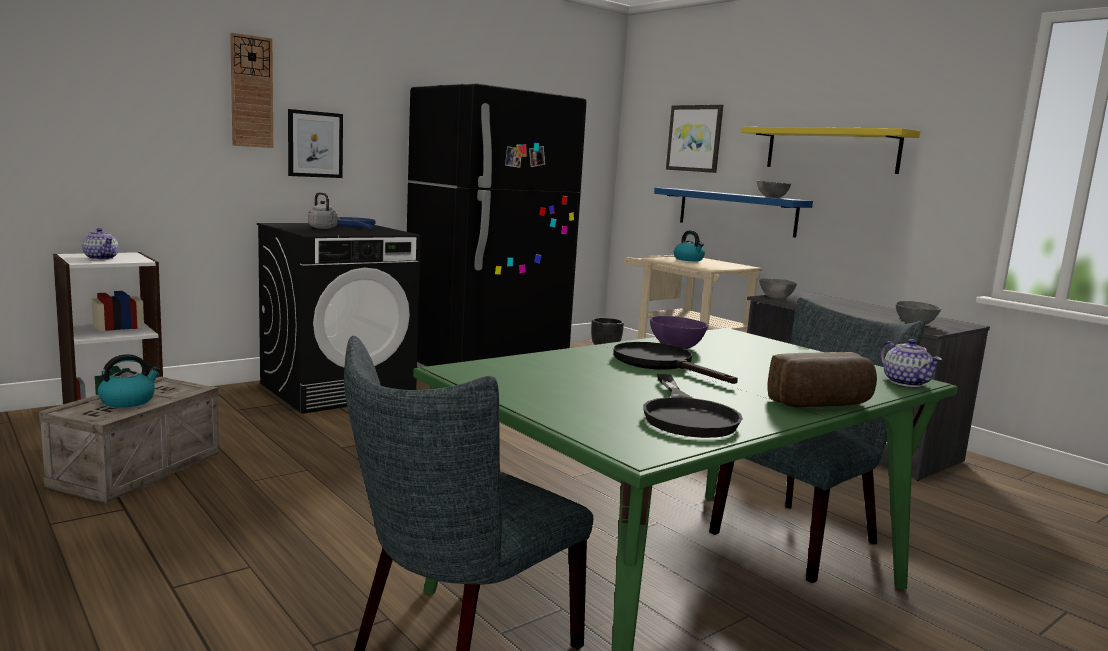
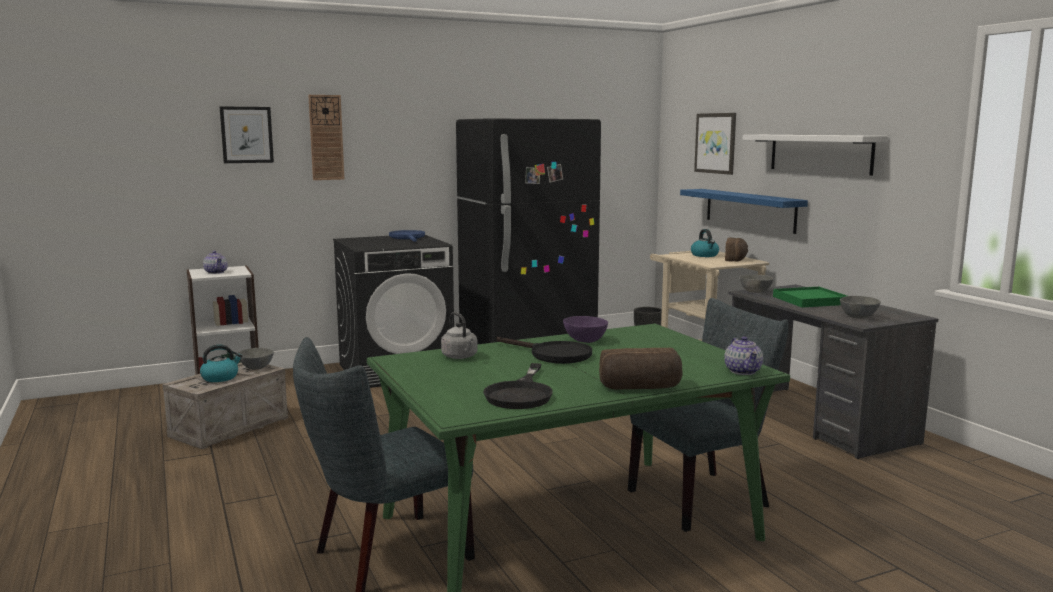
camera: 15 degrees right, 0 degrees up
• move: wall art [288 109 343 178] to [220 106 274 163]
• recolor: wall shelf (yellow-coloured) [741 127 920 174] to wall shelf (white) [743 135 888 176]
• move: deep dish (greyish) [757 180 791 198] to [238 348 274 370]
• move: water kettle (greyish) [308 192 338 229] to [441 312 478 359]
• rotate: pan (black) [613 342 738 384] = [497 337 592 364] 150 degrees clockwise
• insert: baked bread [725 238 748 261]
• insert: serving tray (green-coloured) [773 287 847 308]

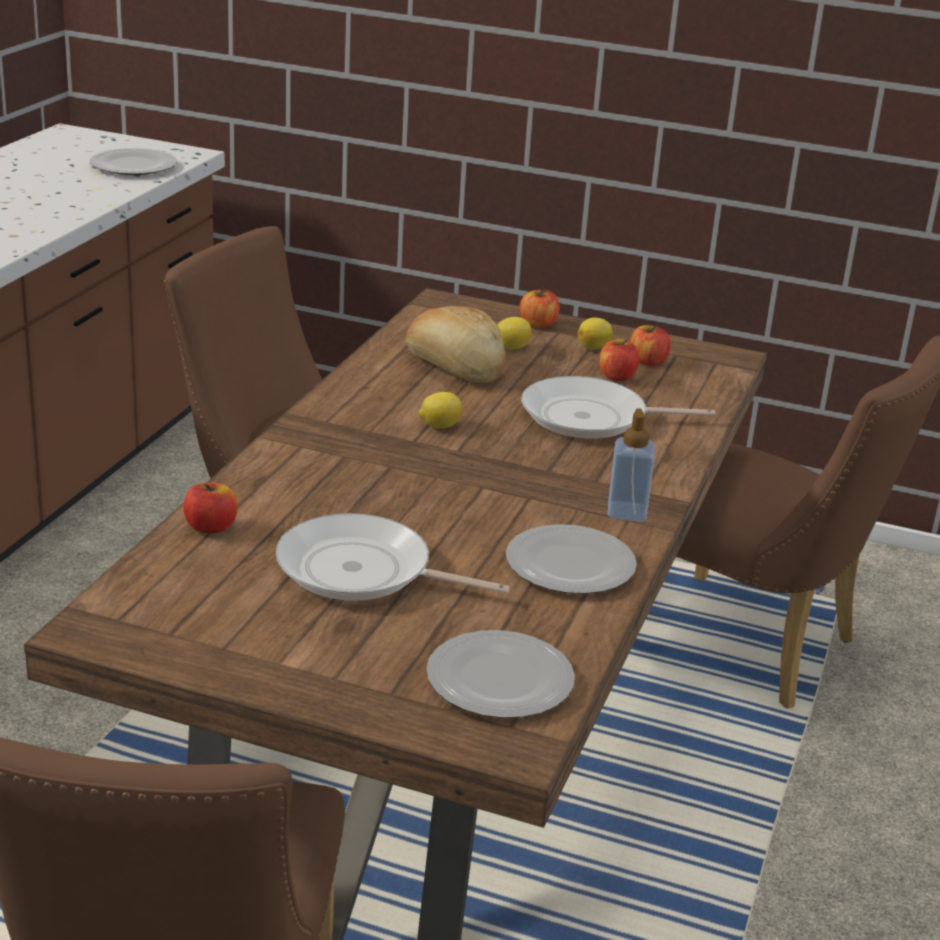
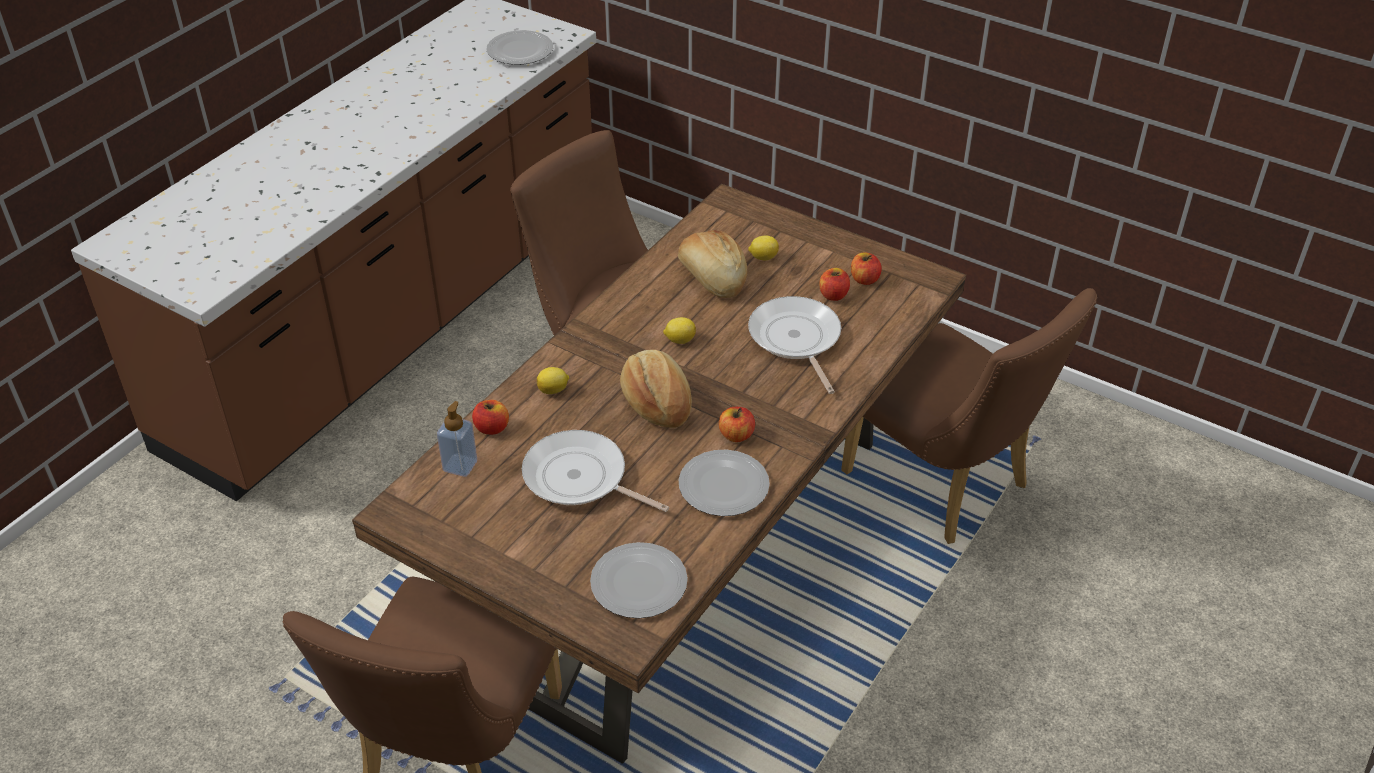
camera: 15 degrees right, 15 degrees up
• move: whole apple [520 287 560 328] to [719 407 755 442]
• move: lemon [578 318 613 350] to [537 367 569 394]
• rotate: pan [521 376 715 439] = [748 296 841 394] 60 degrees clockwise
• move: soap bottle [608 408 655 522] to [437 401 477 477]
• insert: baked bread [620 350 692 428]

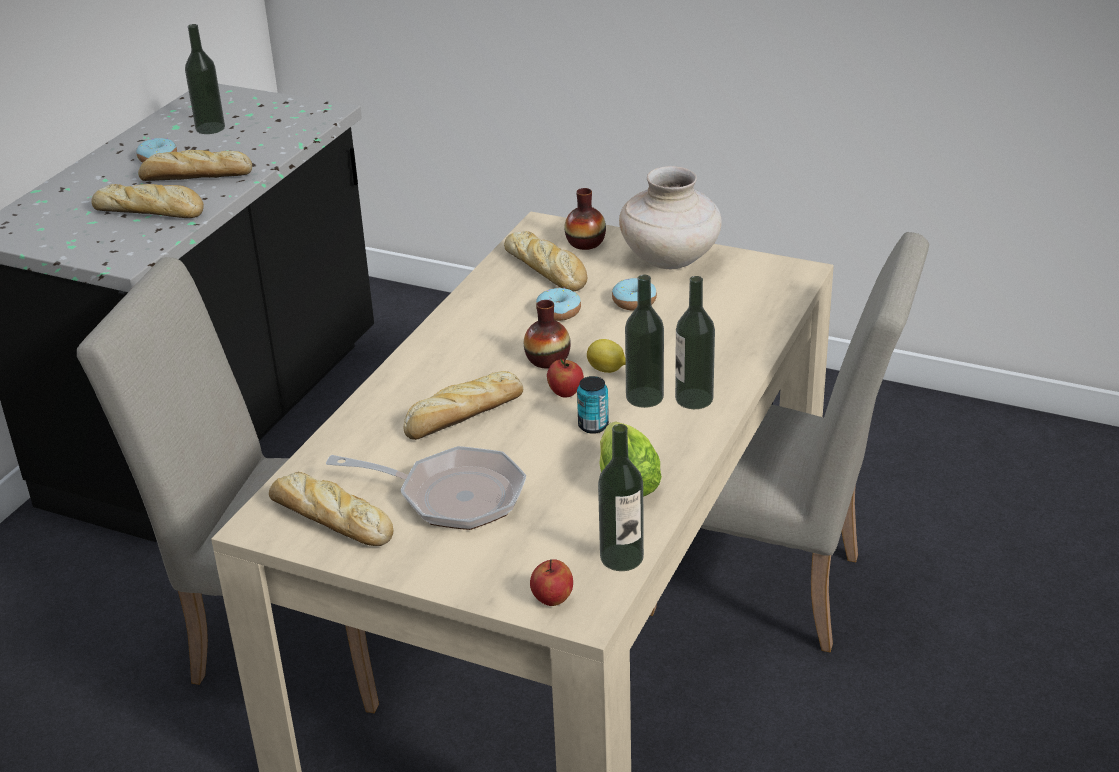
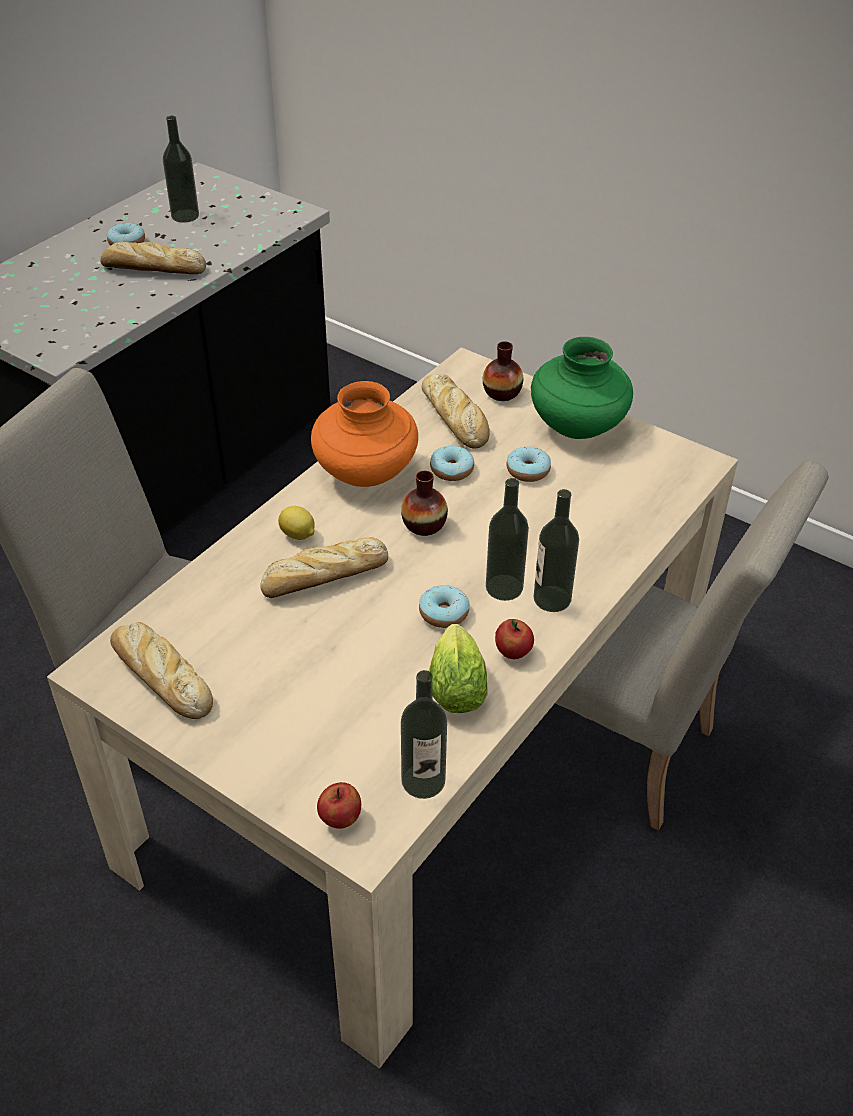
camera: 10 degrees right, 10 degrees up
• recolor: vase (beige-coloured) [619 166 722 269] to vase (green-coloured) [531 337 633 439]
• delete: baked bread [91 184 204 218]
• move: lemon [587 339 625 373] to [278 506 315 540]
• move: whole apple [547 358 584 398] to [495 619 534 659]
• replace: metal can [577 376 609 434] to doughnut [419 585 470 628]
• delete: pan [326 446 526 530]
• insert: vase (orange-coloured) [311 381 418 487]

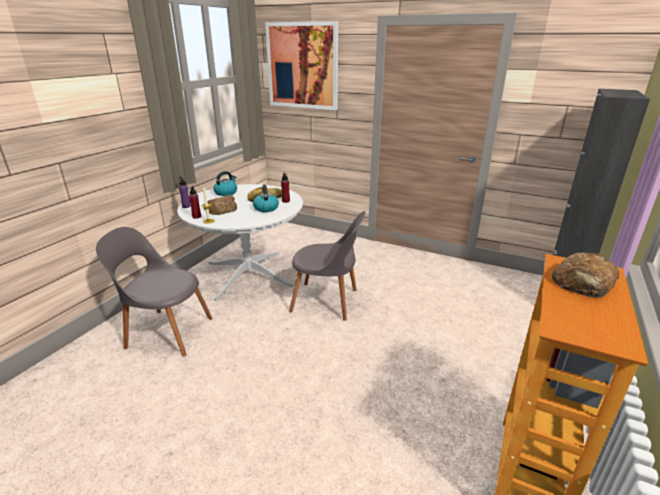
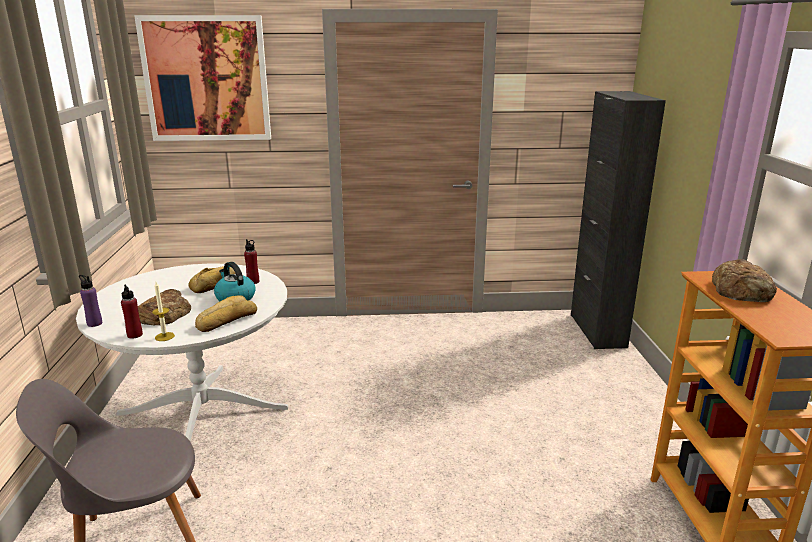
camera: 30 degrees left, 5 degrees down
• delete: water kettle [213 171 237 196]
• delete: upright chair (greyish) [289 211 366 321]
• insert: baked bread [195 295 257 332]

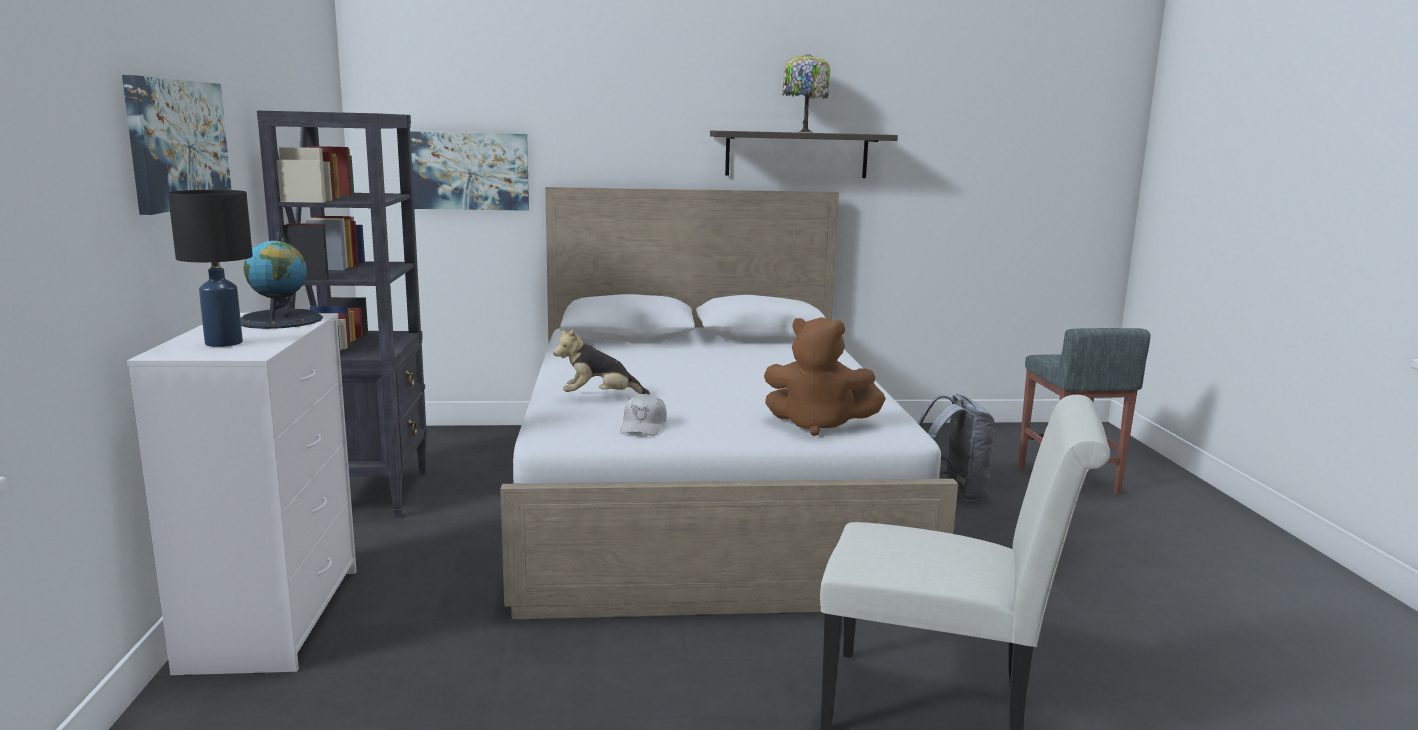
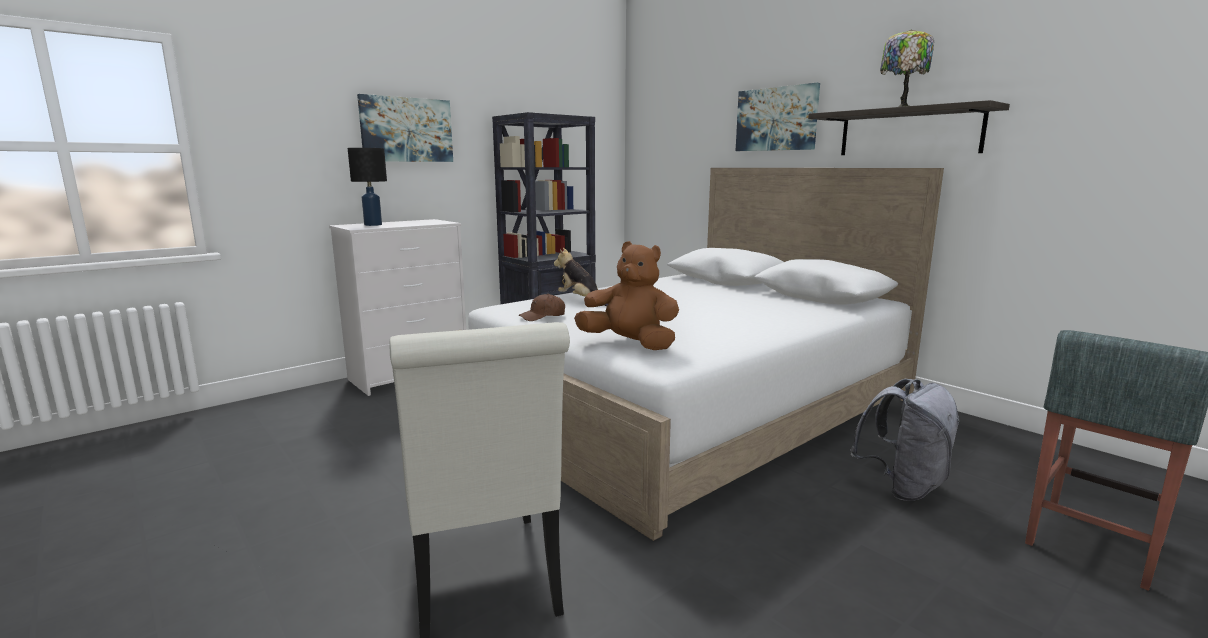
camera: 55 degrees right, 0 degrees up
• move: wall art [410 131 529 211] to [736 83 820 151]
• delete: desk globe [241 232 323 329]
• rotate: plush toy (brown-coloured) [764 317 886 436] = [574 241 679 350] 135 degrees clockwise
• recolor: baseball cap (white) [620 393 667 436] to baseball cap (brown-coloured) [519 293 565 321]

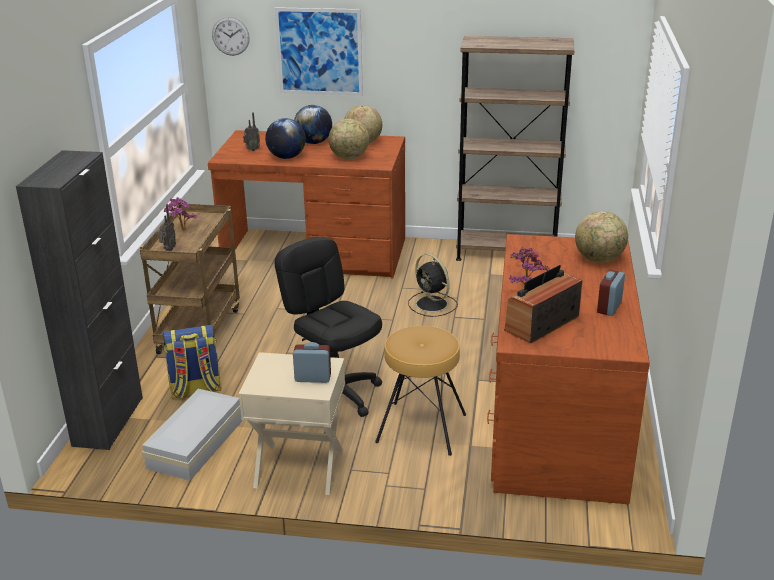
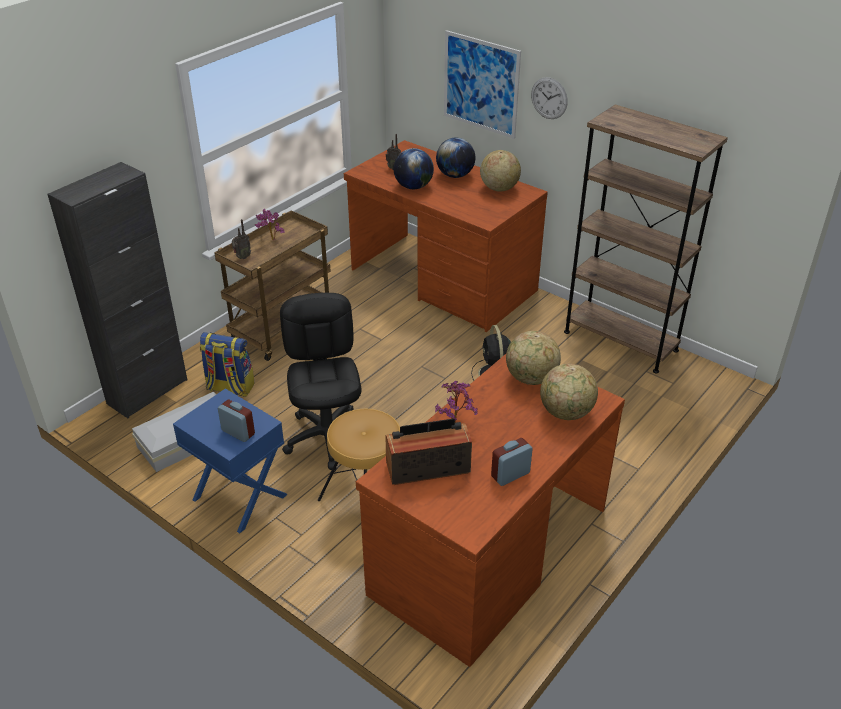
camera: 30 degrees right, 10 degrees up
• move: wall clock [212 17 250 56] to [531 77 568 119]
• move: desk globe [329 119 369 159] to [506 331 561 385]
• recolor: night table (beige-coloured) [239 352 345 495] to night table (blue) [173 388 288 534]

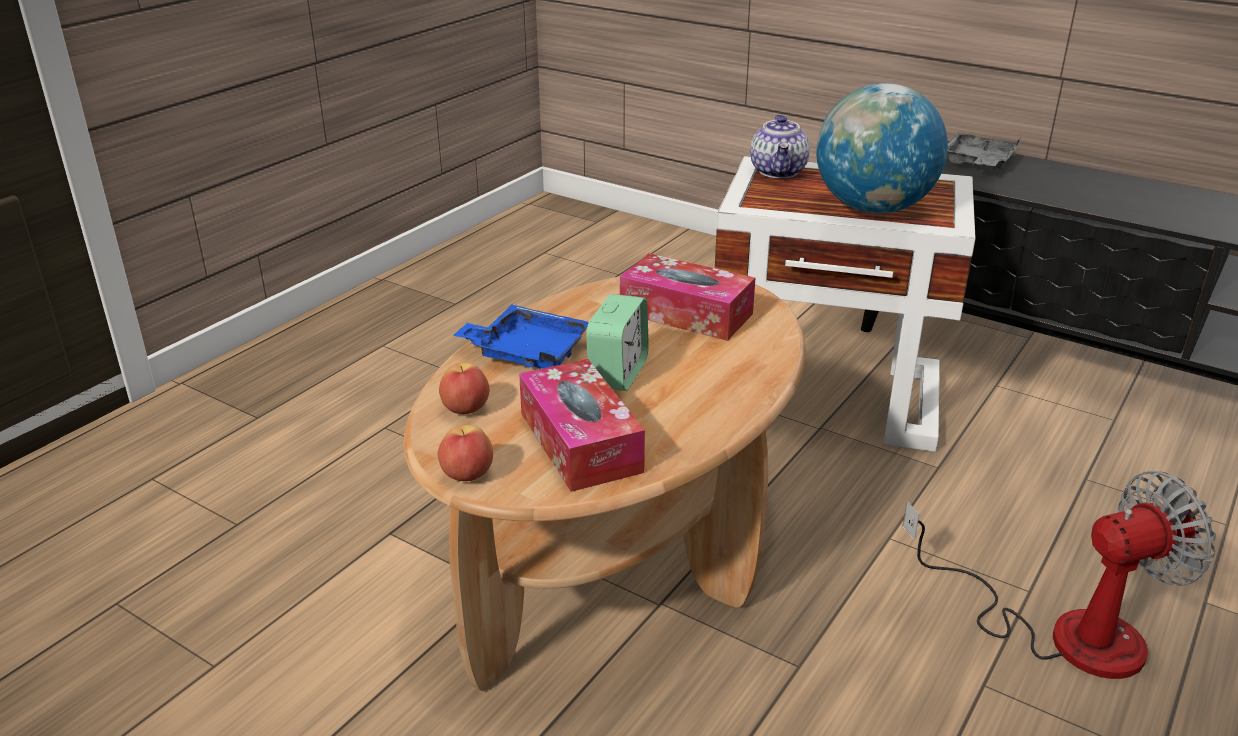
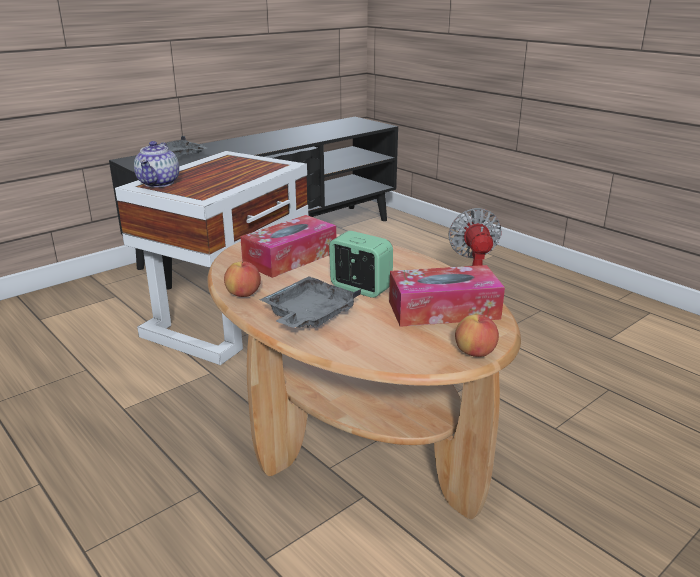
camera: 75 degrees left, 5 degrees down
• delete: desk globe [816 83 948 214]
• rotate: teapot [750 115 810 178] = [134 141 179 187] 75 degrees clockwise
• recolor: serving tray (blue) [453 304 589 369] to serving tray (greyish) [260 276 361 328]
• move: whole apple [439 363 489 414] to [224 261 261 297]

